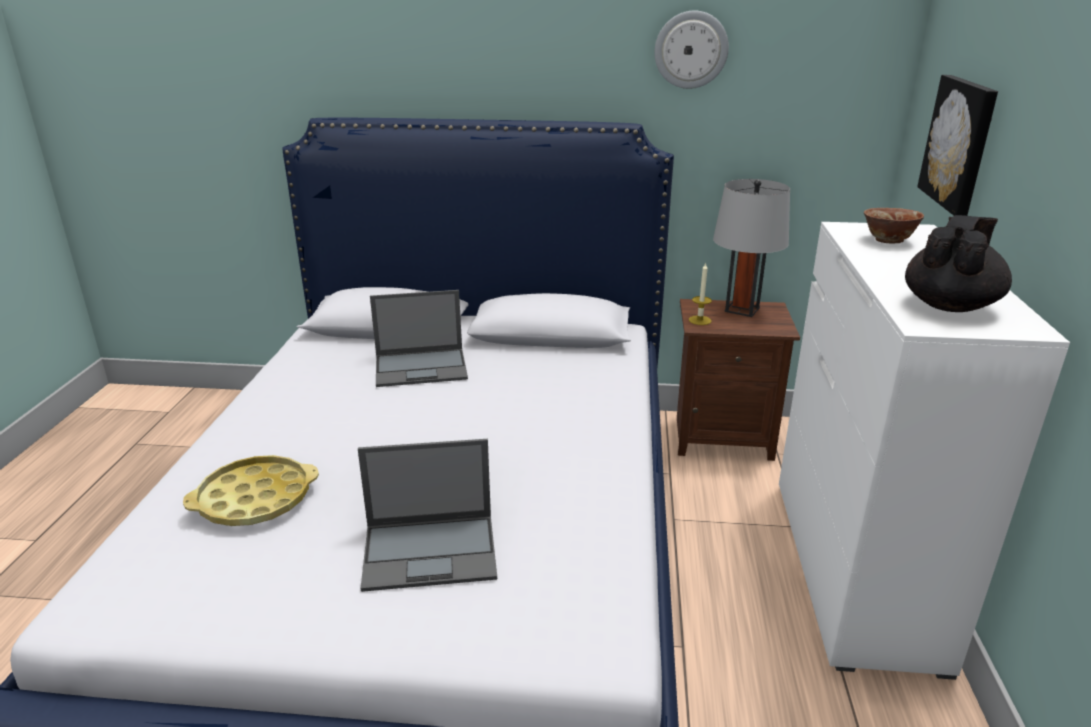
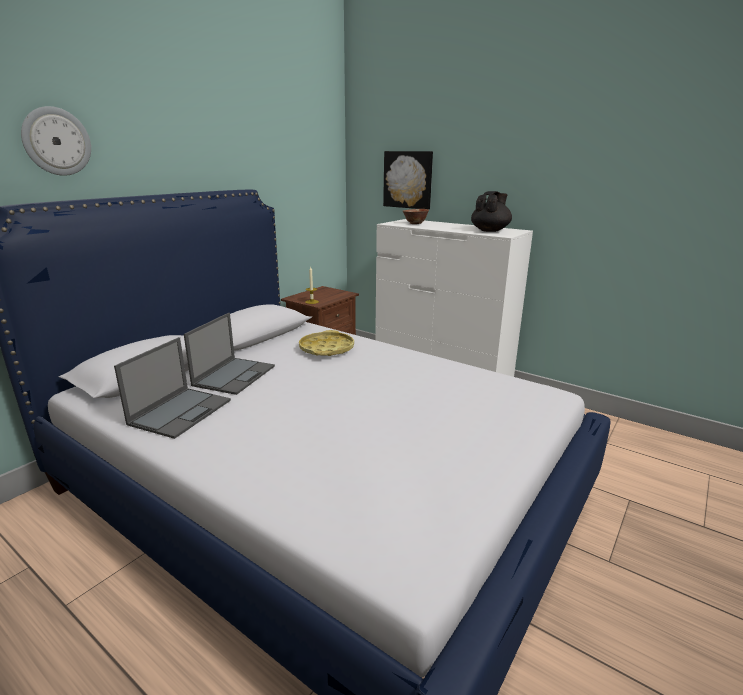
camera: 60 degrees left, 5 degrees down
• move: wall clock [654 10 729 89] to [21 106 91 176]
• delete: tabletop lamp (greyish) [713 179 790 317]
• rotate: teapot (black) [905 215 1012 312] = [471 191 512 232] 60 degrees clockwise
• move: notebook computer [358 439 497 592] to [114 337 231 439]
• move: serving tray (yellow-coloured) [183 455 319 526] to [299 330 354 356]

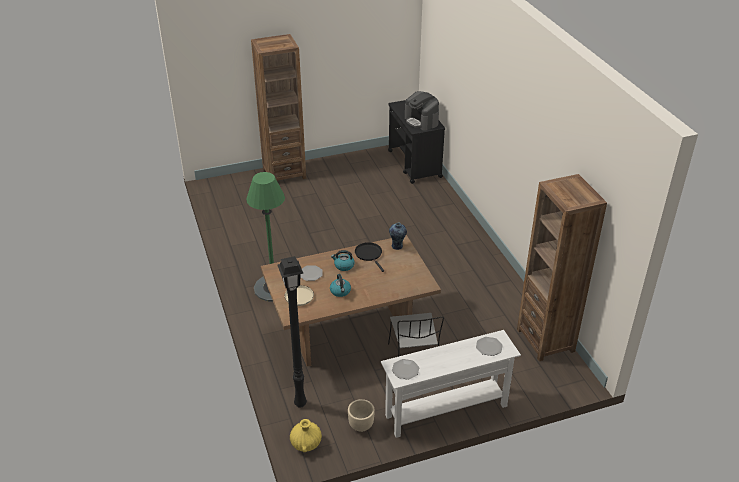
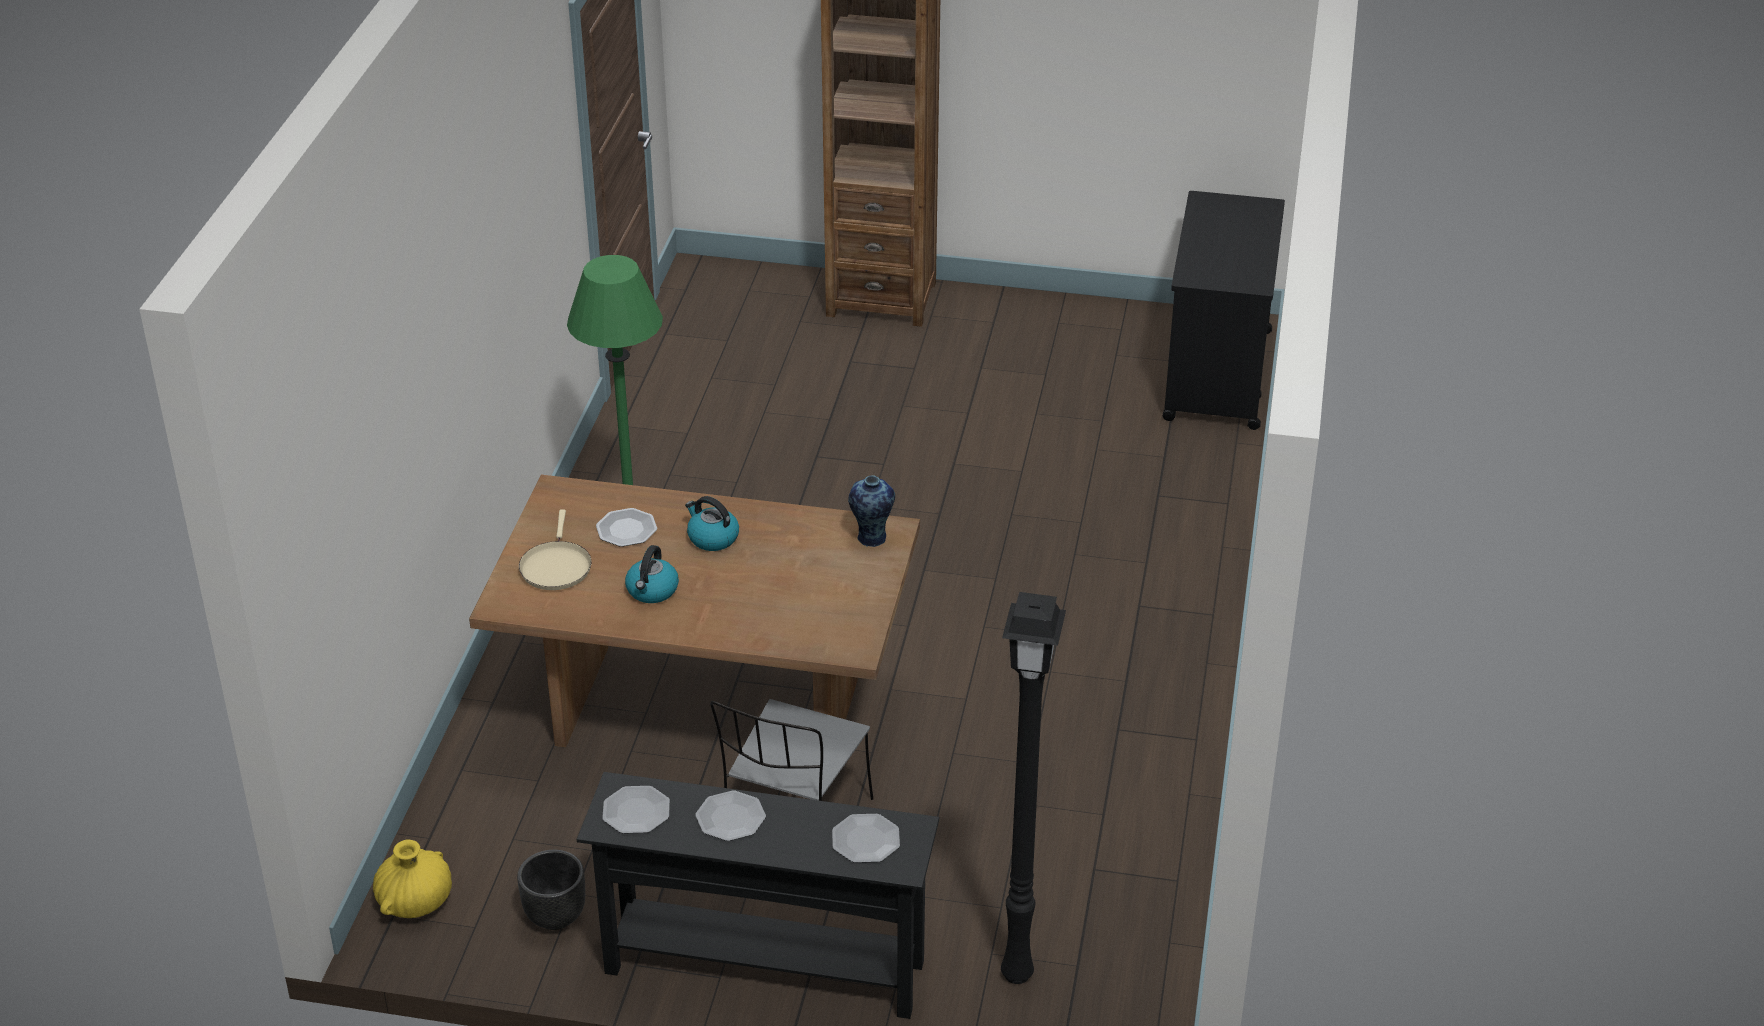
camera: 30 degrees right, 0 degrees up
• delete: coffee brewer [405 91 439 131]
• delete: shelving unit (brown-coloured) [517 174 607 361]
• delete: pan (black) [355 242 384 272]
• move: standing lamp (black) [277 256 307 408] to [1001 592 1066 984]
• recolor: narrow table (white) [381 330 521 438] to narrow table (black) [577 772 939 1019]
• recolor: plant pot (beige-coloured) [348 399 375 432] to plant pot (black) [517 850 585 930]
• insert: plate [695 791 766 841]

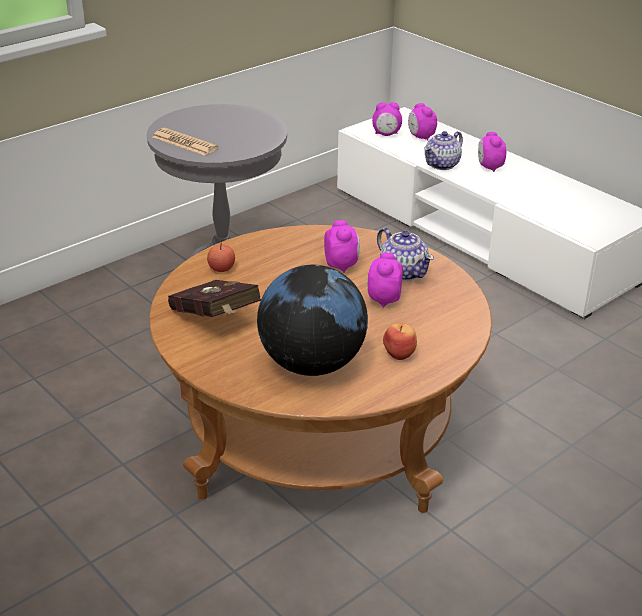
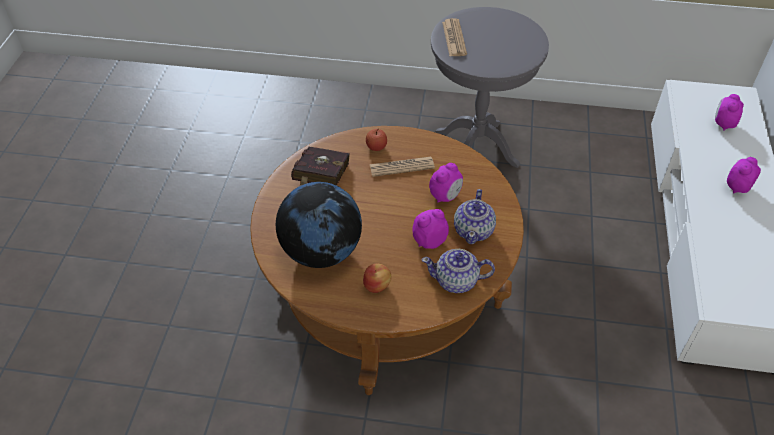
camera: 50 degrees right, 15 degrees up
• delete: alarm clock [372 102 402 136]
• move: teapot [424 131 463 170] to [421 249 495 293]
• insert: daily paper [369 157 435 177]

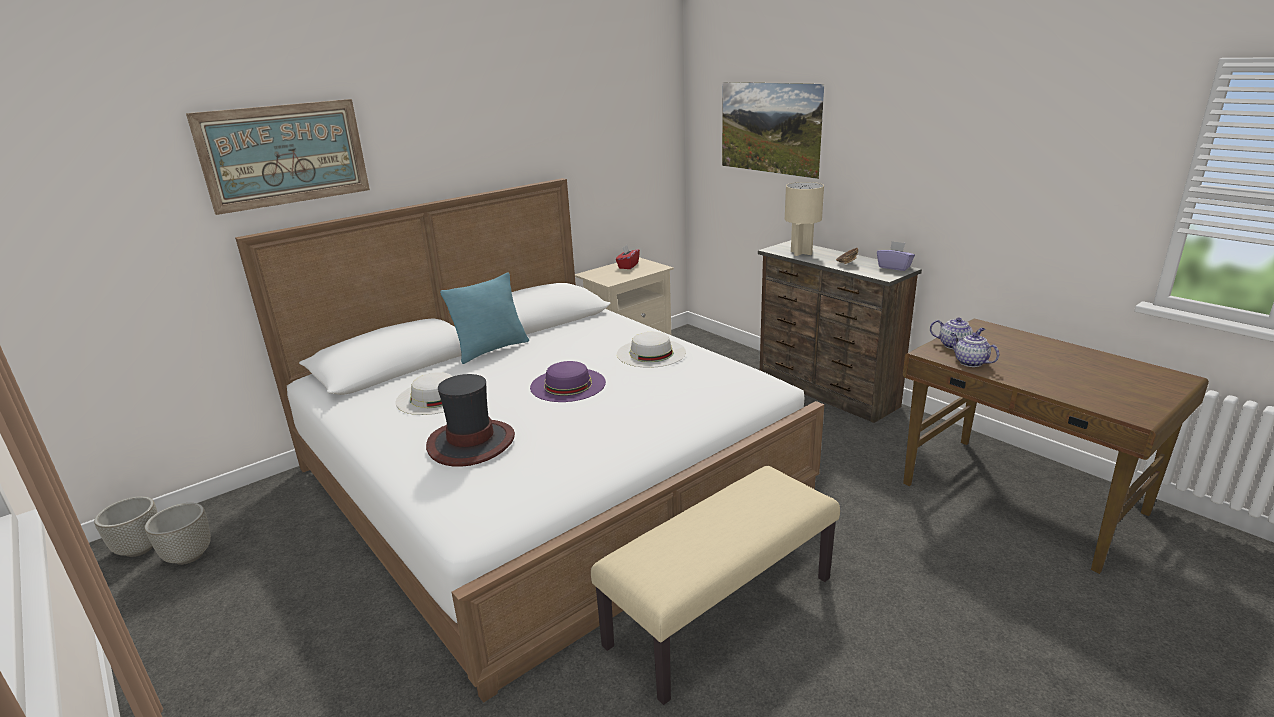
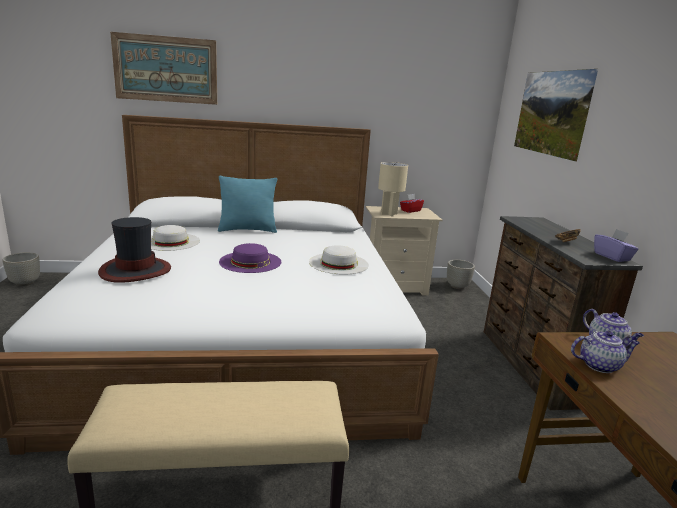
camera: 30 degrees right, 5 degrees down
• move: tabletop lamp (beige-coloured) [785 182 824 256] to [378 162 408 217]
• rotate: teapot [950 333 999 367] = [571 331 640 373] 90 degrees clockwise
• move: plant pot (greyish) [145 503 211 565] to [447 260 475 289]

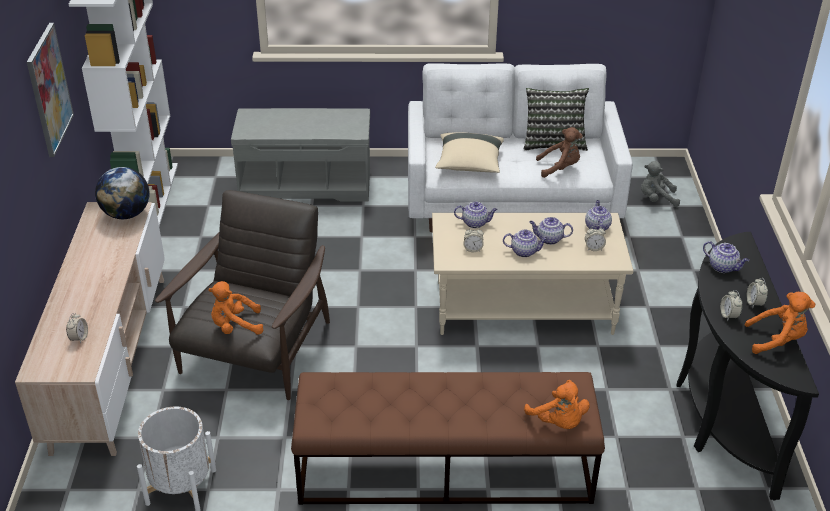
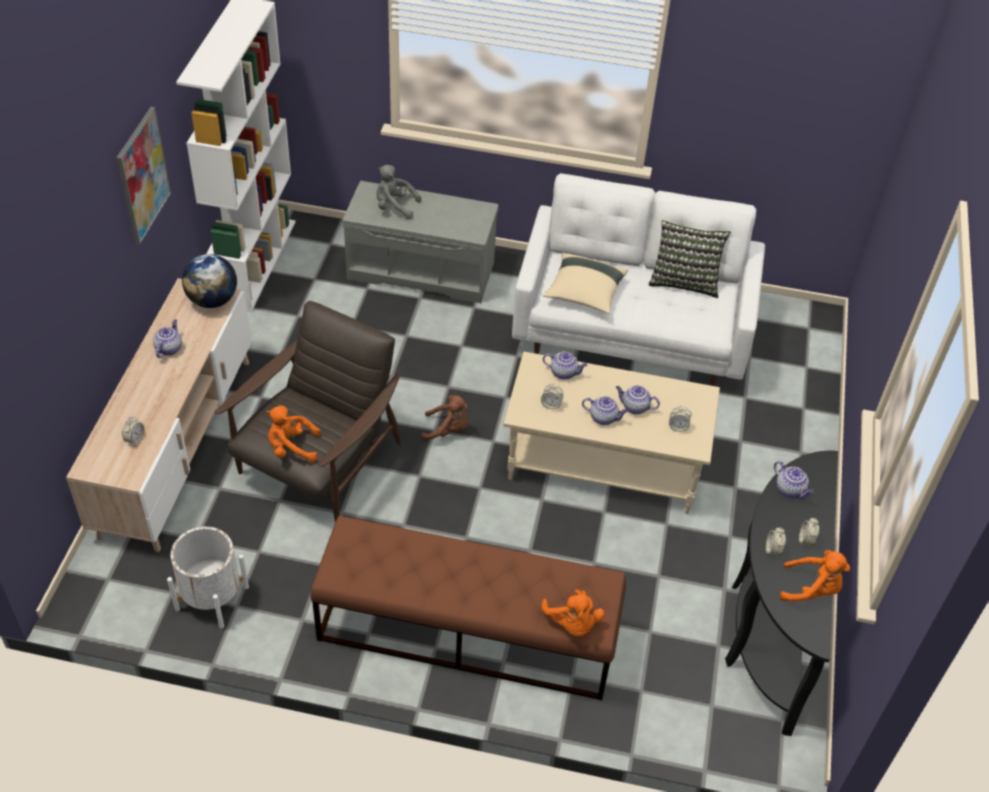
camera: 10 degrees right, 10 degrees up
• move: plush toy (brown-coloured) [536 127 583 178] to [421 395 468 441]
• move: plush toy (greyish) [641 161 680 207] to [376 165 421 219]
• move: teapot [585 200 612 231] to [153 319 182 358]

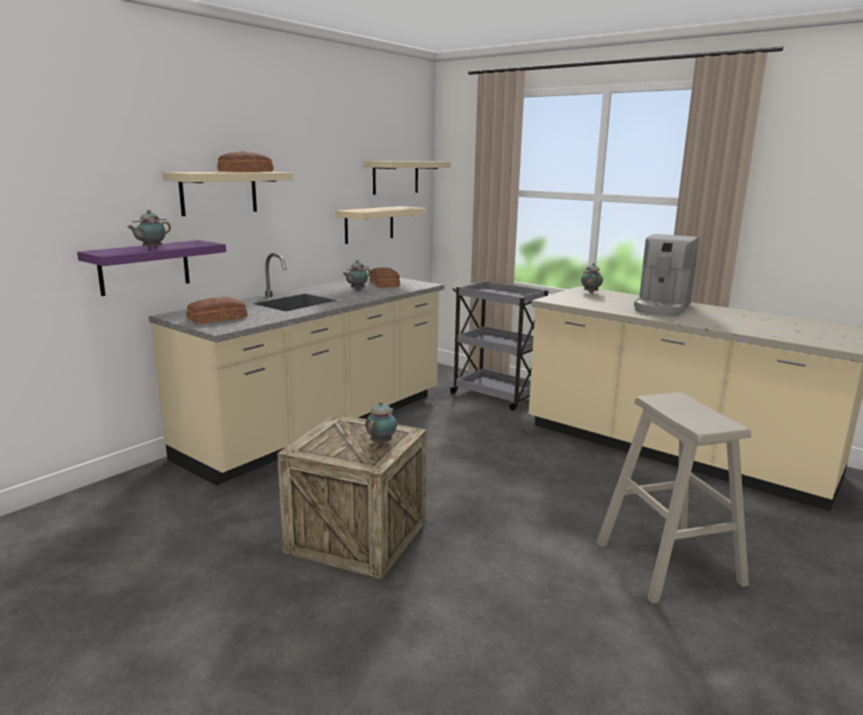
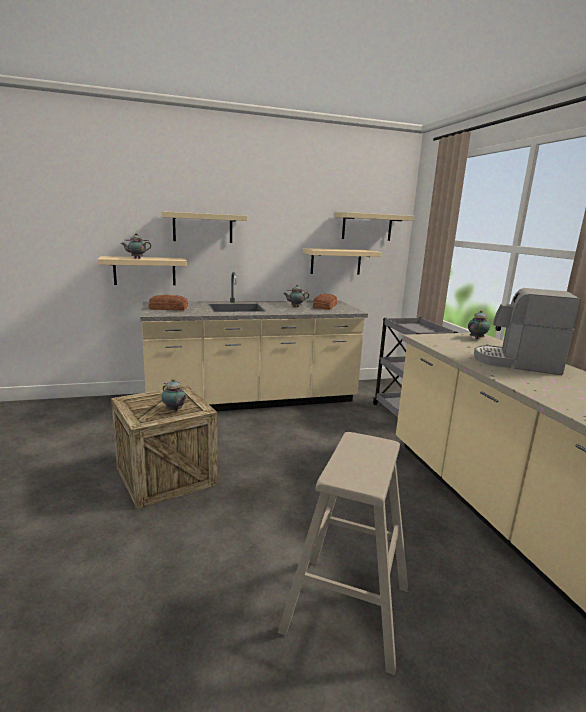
camera: 35 degrees right, 0 degrees up
• delete: baked bread [217 151 273 172]
• rotate: coffee brewer [634 234 699 316] = [474 288 580 375] 45 degrees clockwise
• recolor: wall shelf (purple) [77 240 226 296] to wall shelf (beige-coloured) [97 256 187 285]
• rotate: teapot [365 401 397 444] = [161 379 187 411] 75 degrees clockwise

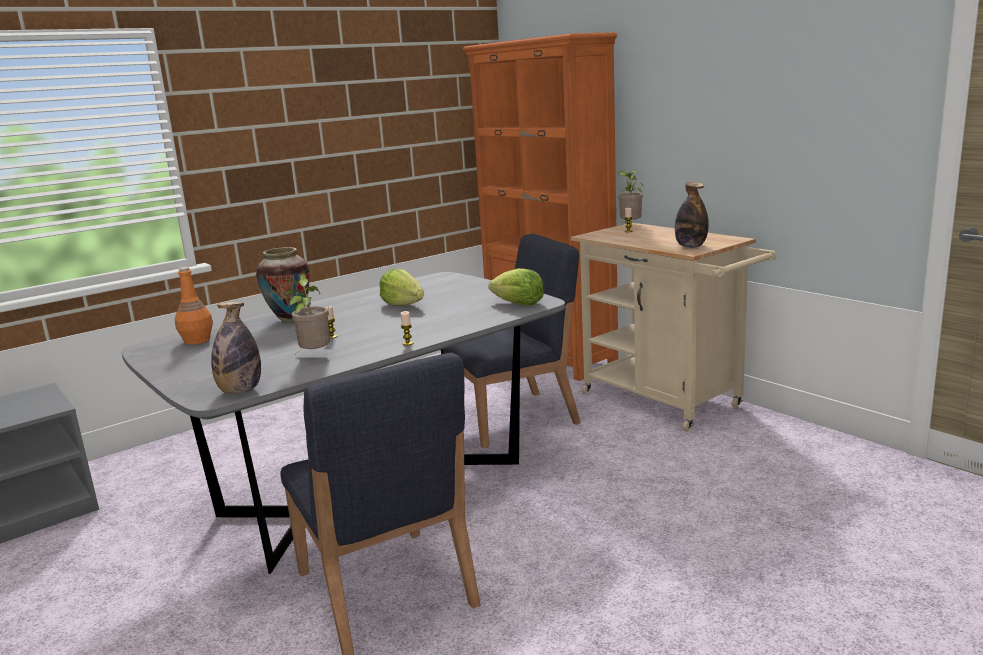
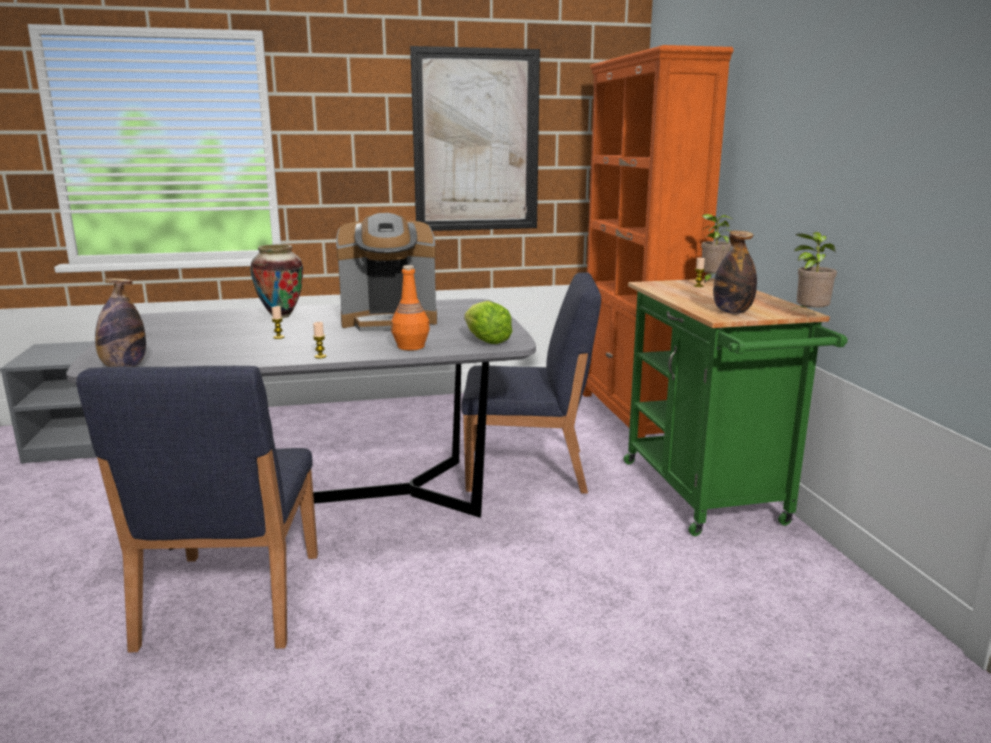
camera: 25 degrees right, 0 degrees up
• recolor: cart (beige-coloured) [571 223 776 432] to cart (green-coloured) [623 279 848 536]
• move: beverage bottle (orange-coloured) [174 267 213 345] to [391 265 430 350]
• replace: head of lettuce [380 269 424 306] to coffee brewer [336 213 437 332]
• move: houseplant [283 274 330 354] to [792 232 837 310]
• insert: wall art [410 46 540 231]

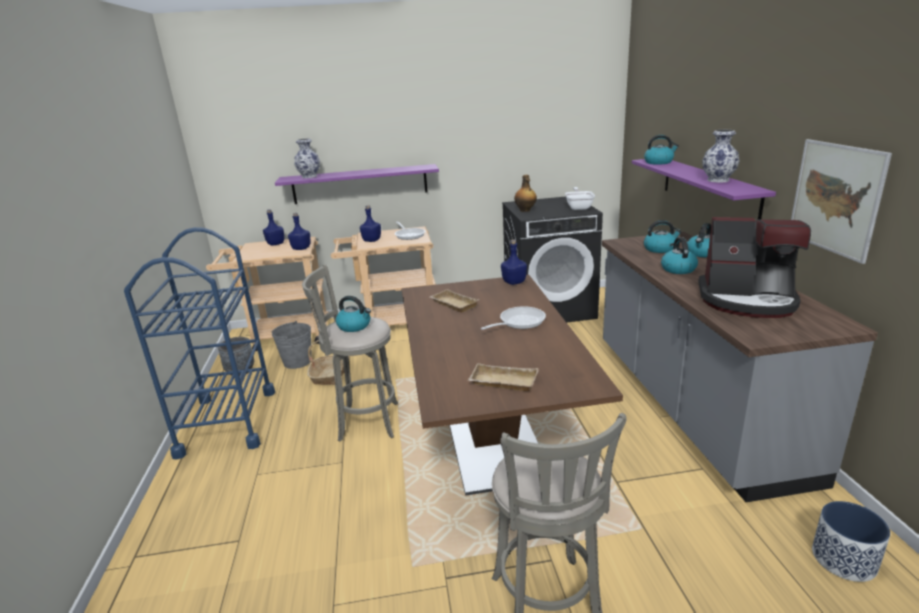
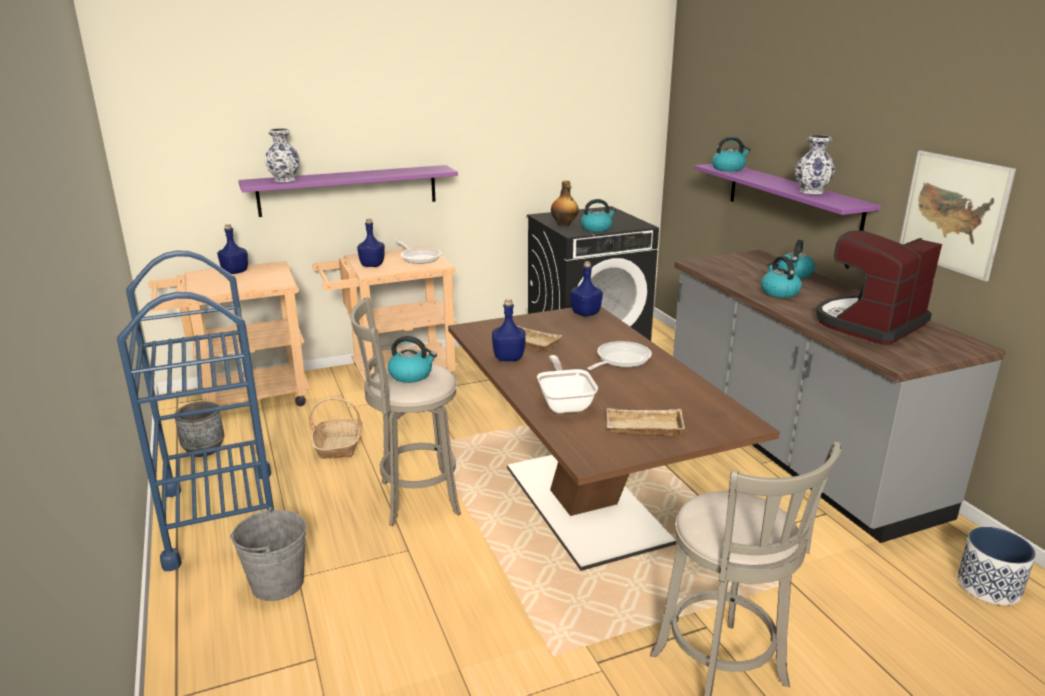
camera: 15 degrees left, 0 degrees up
• move: pan [565 187 595 210] to [537 355 598 413]
• move: beverage bottle (blue) [288 213 311 250] to [492 299 526 361]
• rotate: coffee brewer [698 217 811 318] = [816 230 942 345] 135 degrees clockwise
• move: water kettle [644 220 682 253] to [581 199 616 232]
• move: pail (greyish) [271 321 312 369] to [230 507 306 601]

